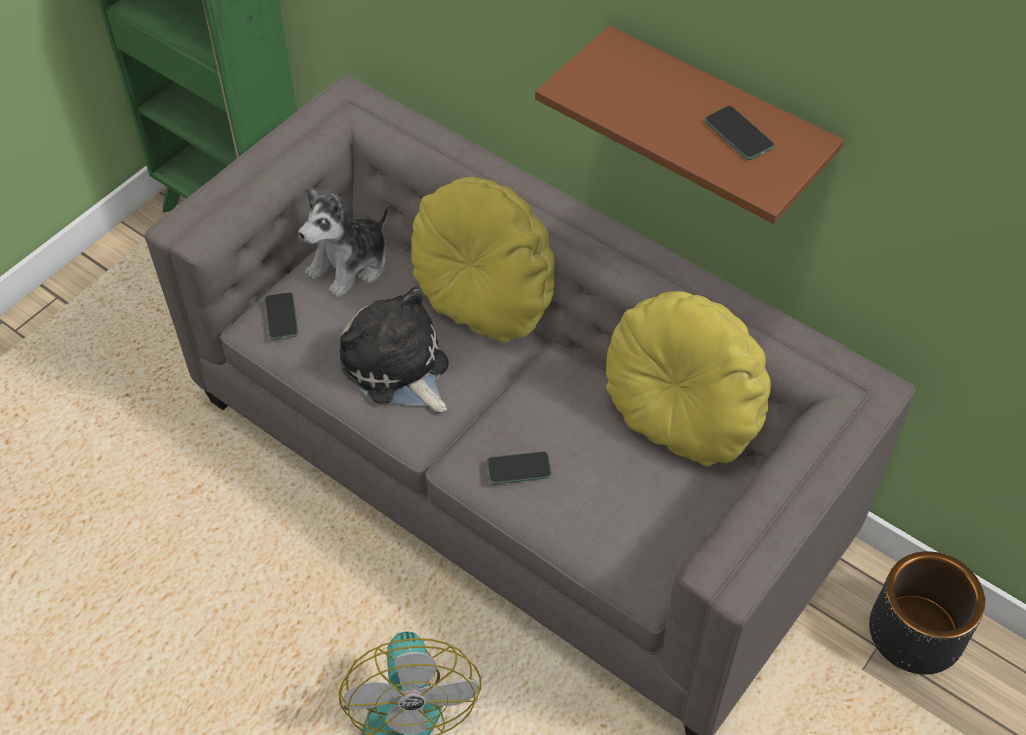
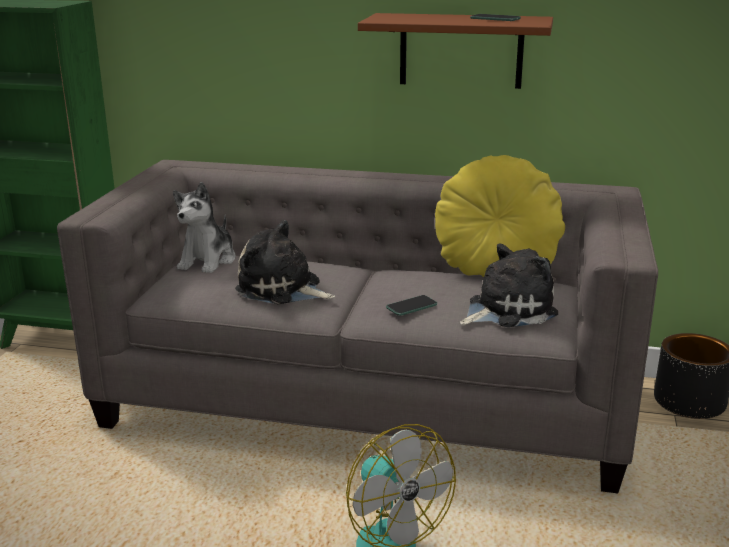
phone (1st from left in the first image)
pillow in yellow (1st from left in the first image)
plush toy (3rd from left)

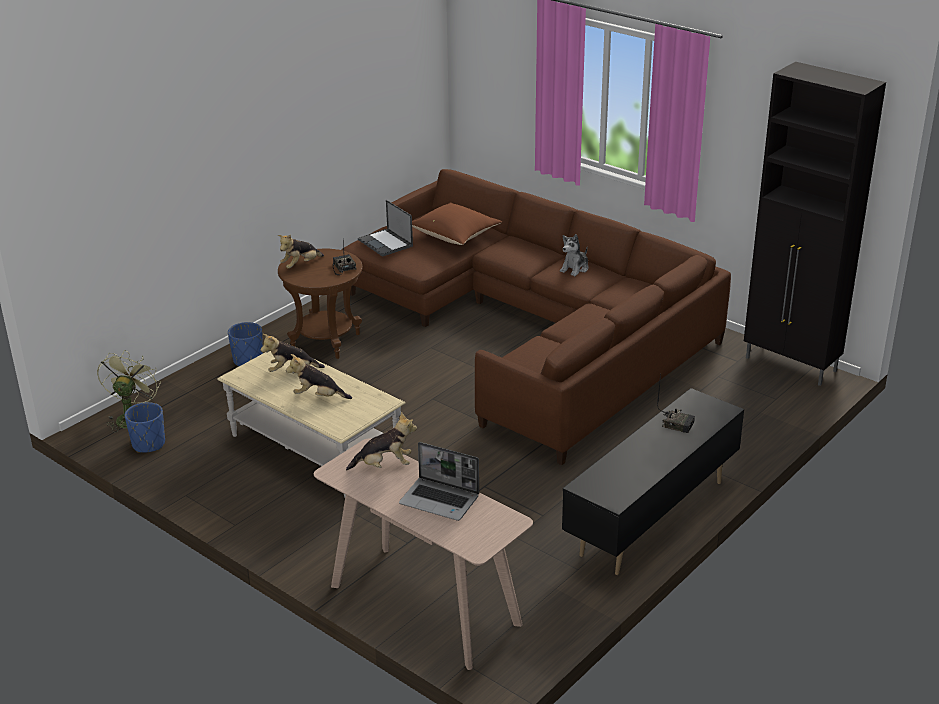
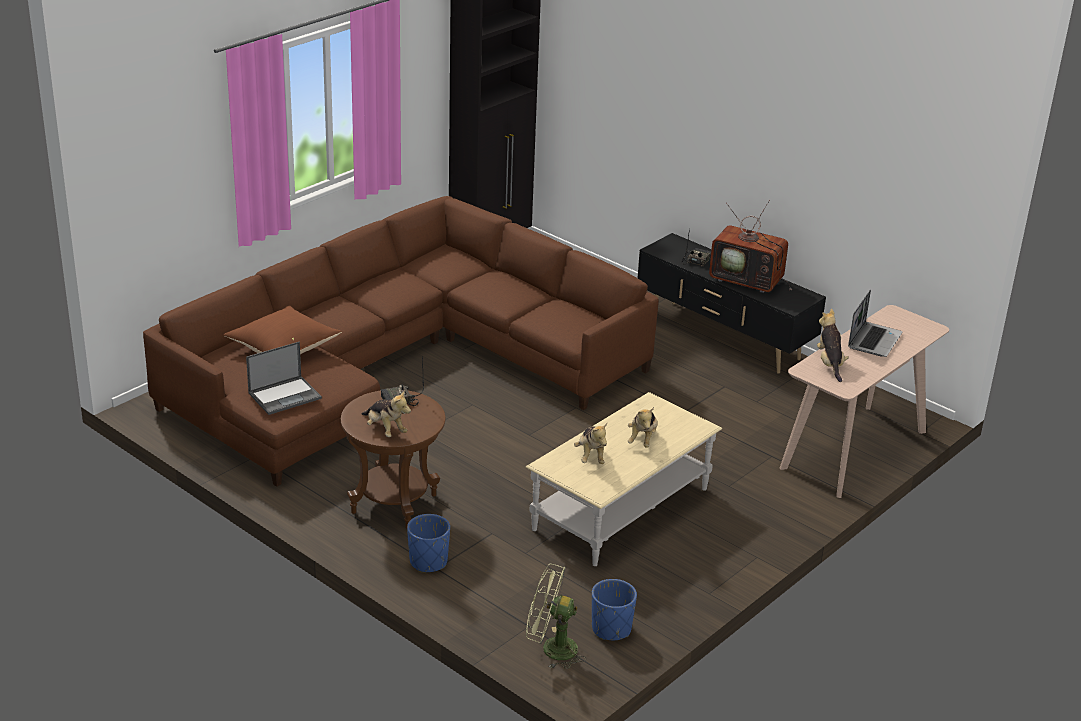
plush toy (5th from left in the first image)
television

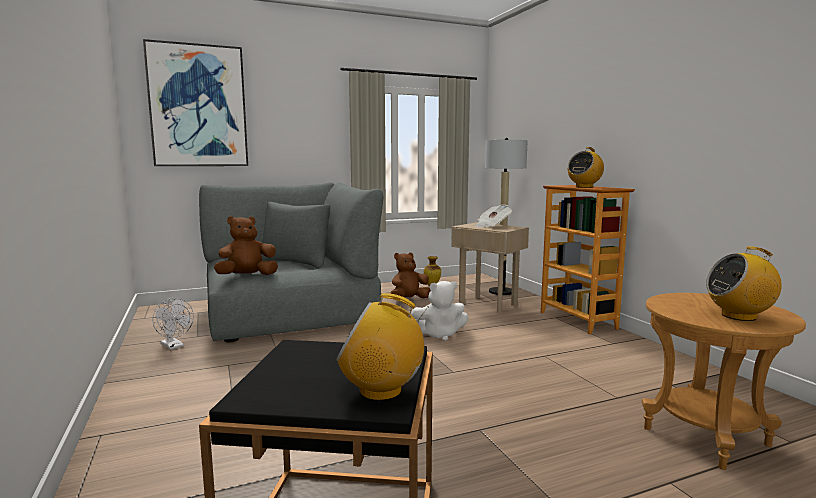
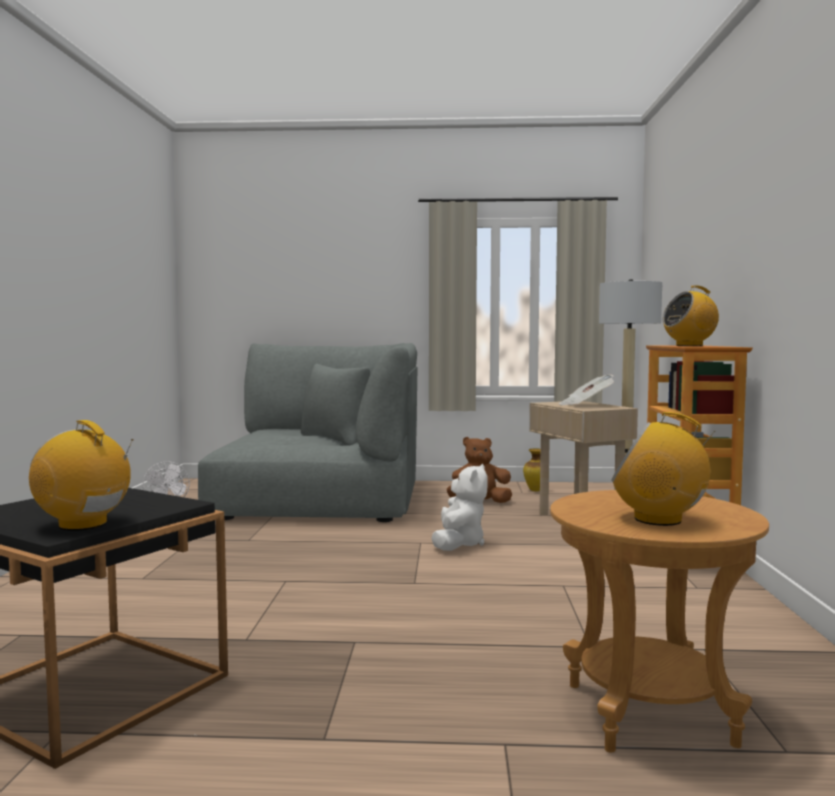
picture
plush toy in brown (1st from left in the first image)
plush toy in white

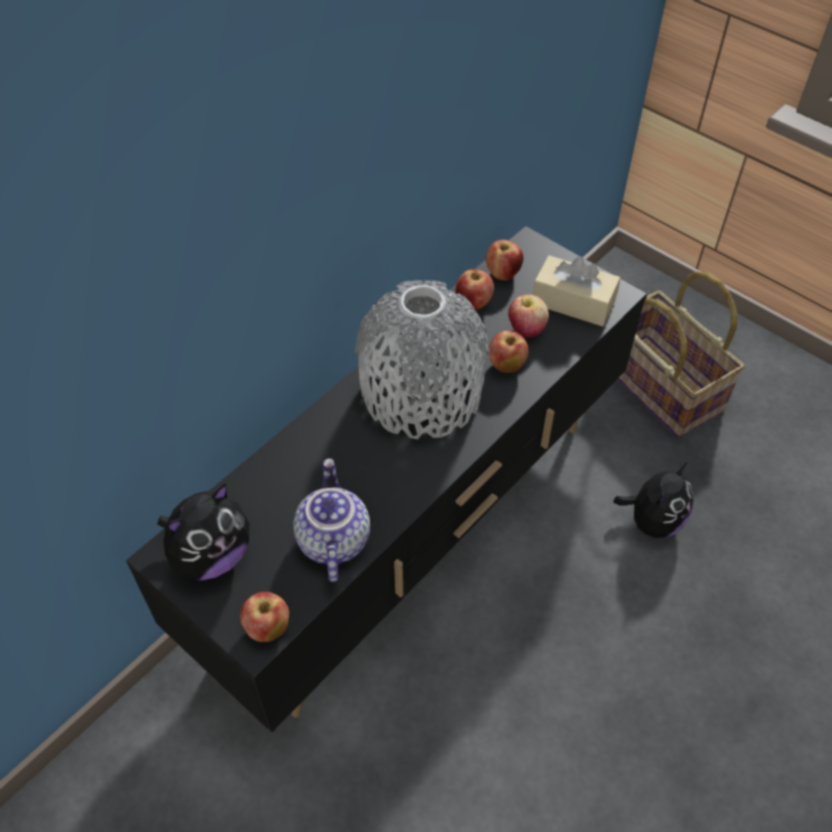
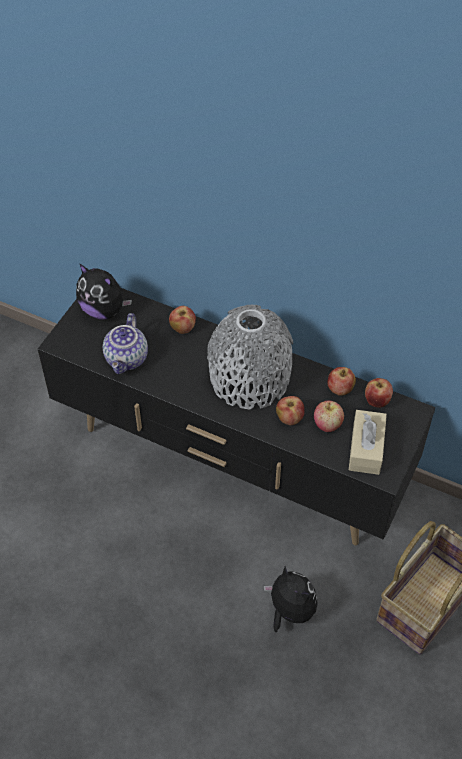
apple (1st from left)
teapot
plush toy (2nd from left)

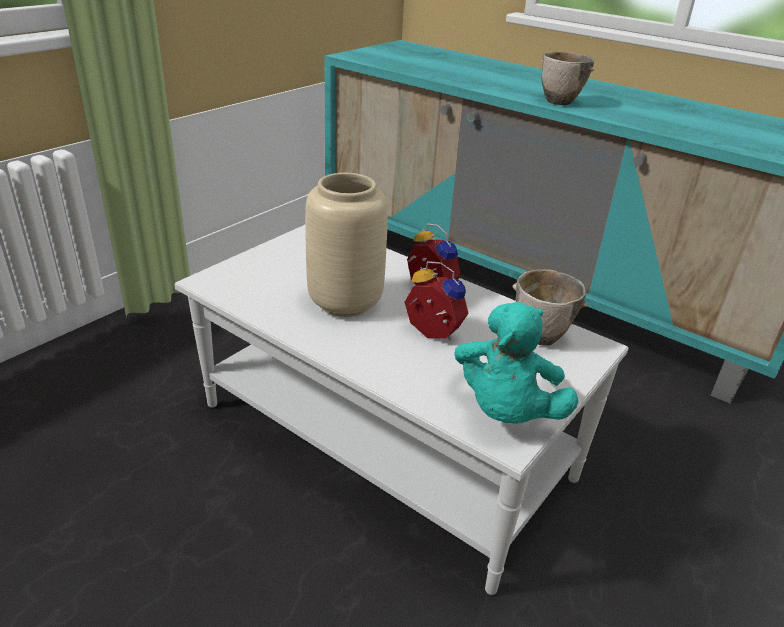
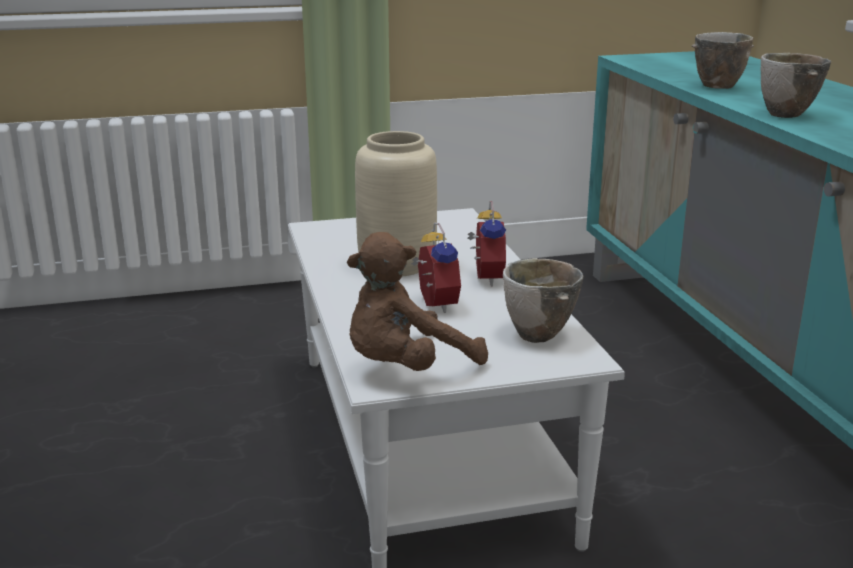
bowl (2nd from left)
plush toy in brown

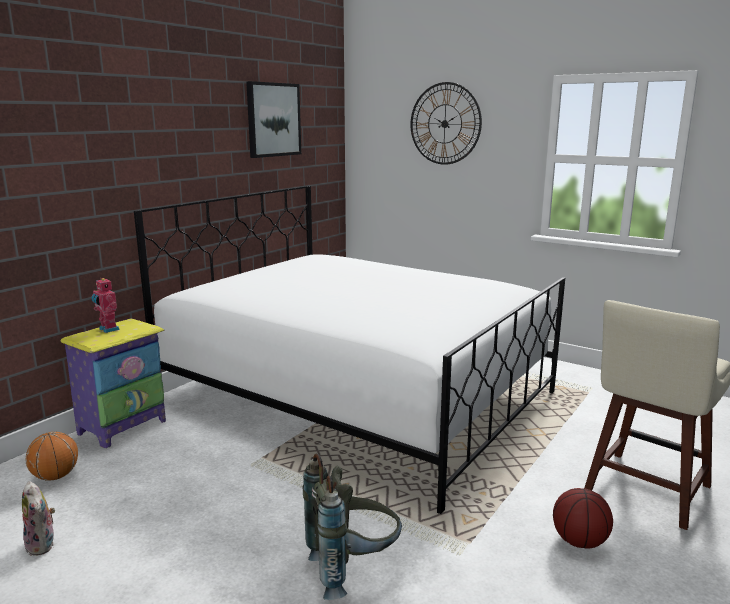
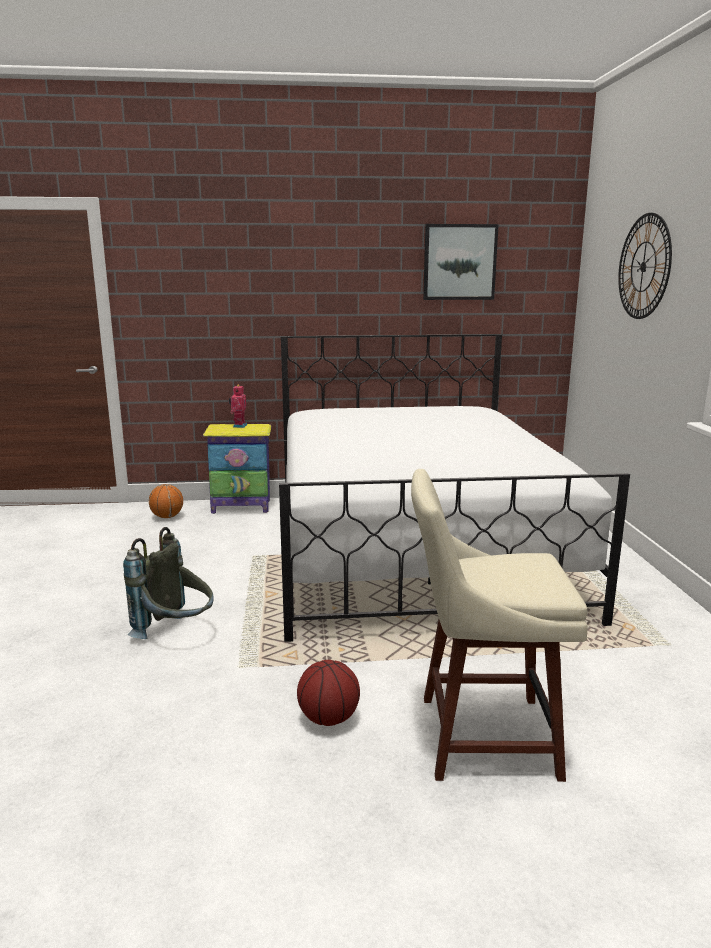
plush toy

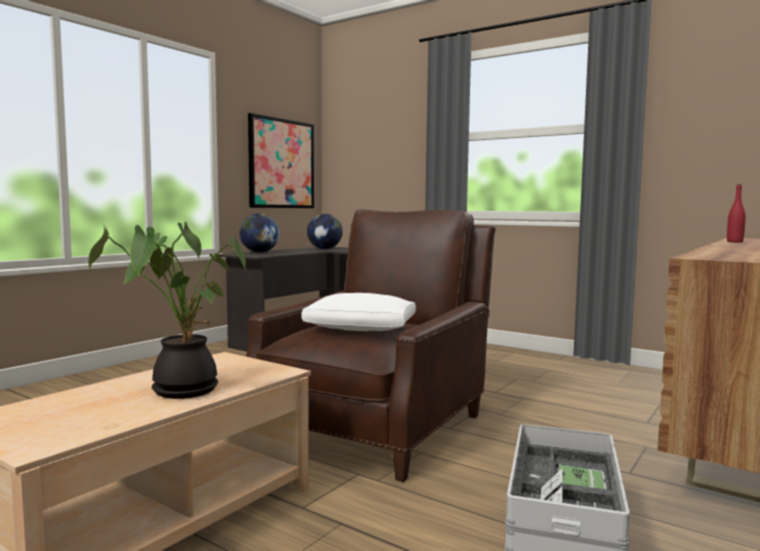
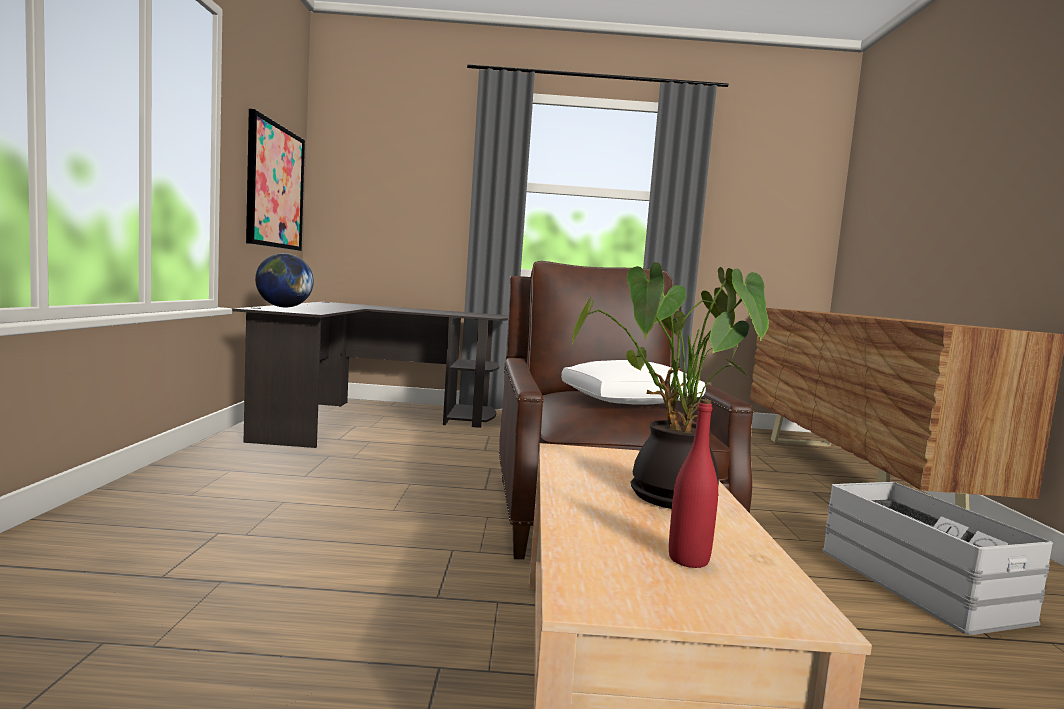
globe (2nd from left in the first image)
bottle in red

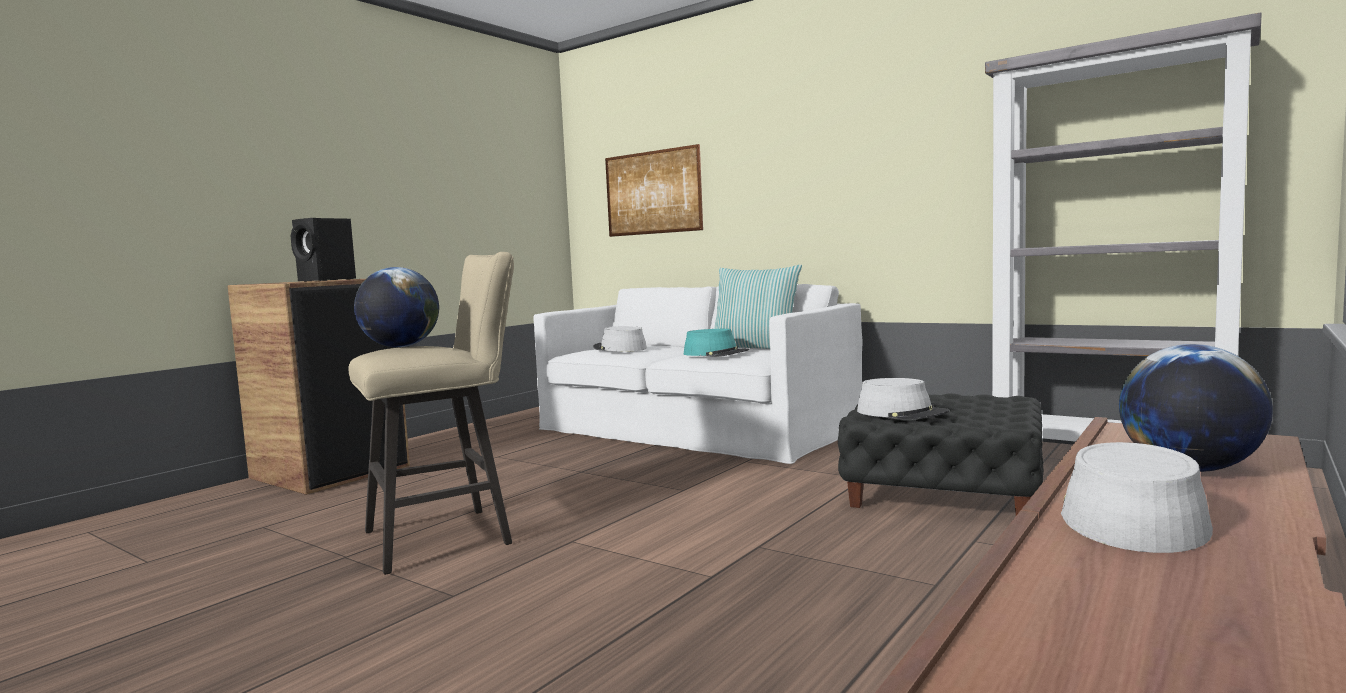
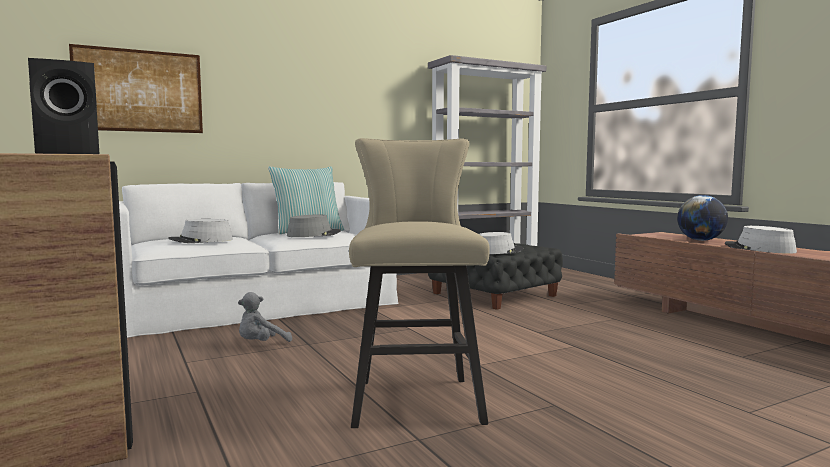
globe (1st from left in the first image)
plush toy in grey
hat in grey (2nd from left)

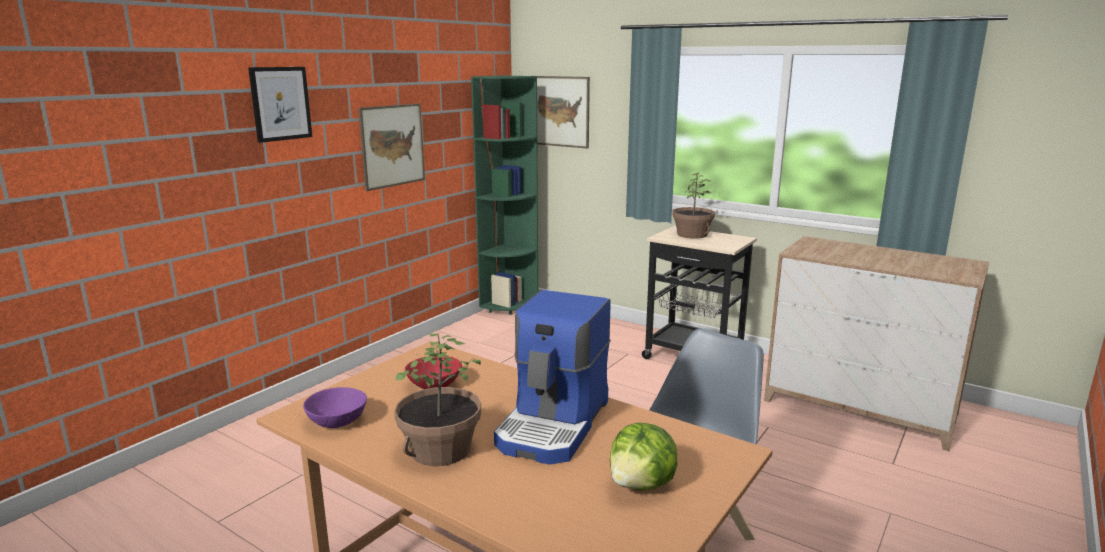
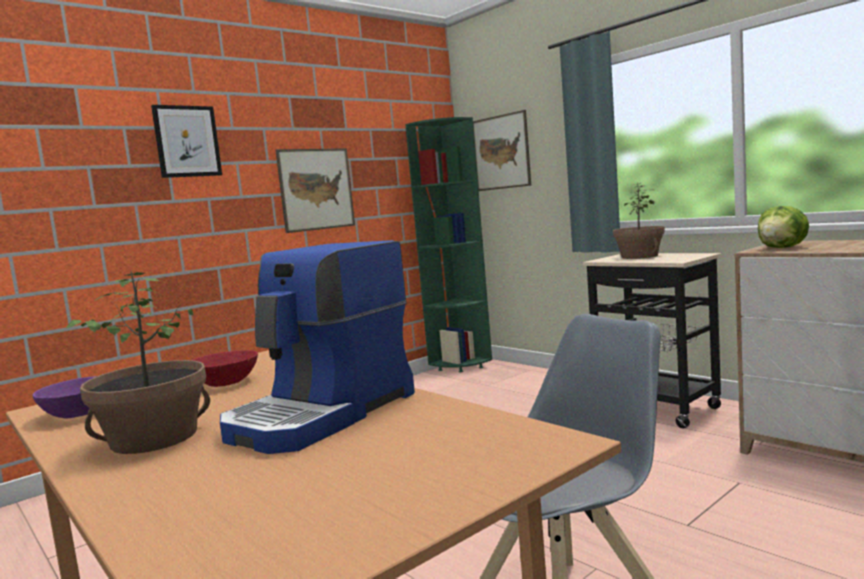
lettuce

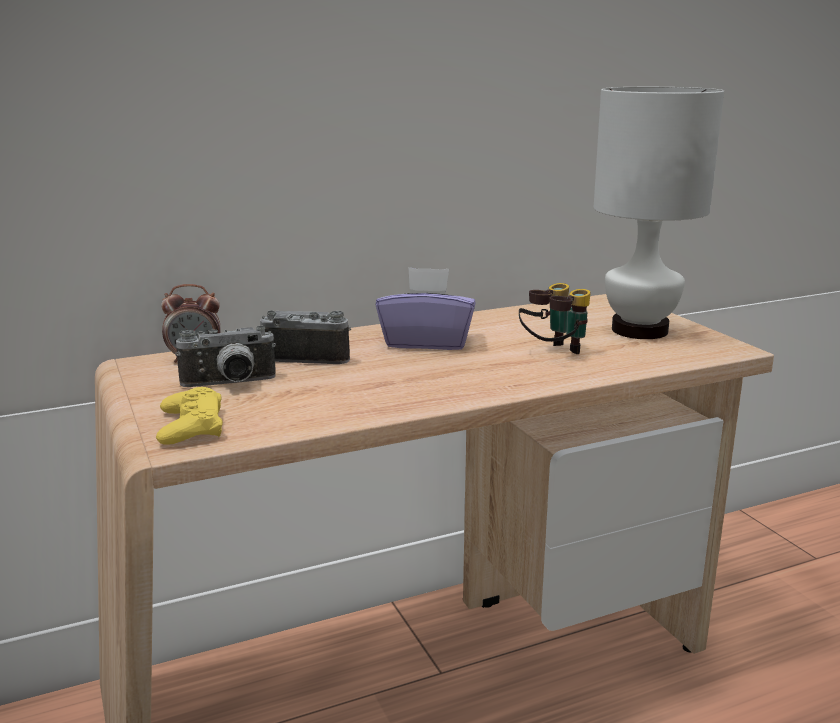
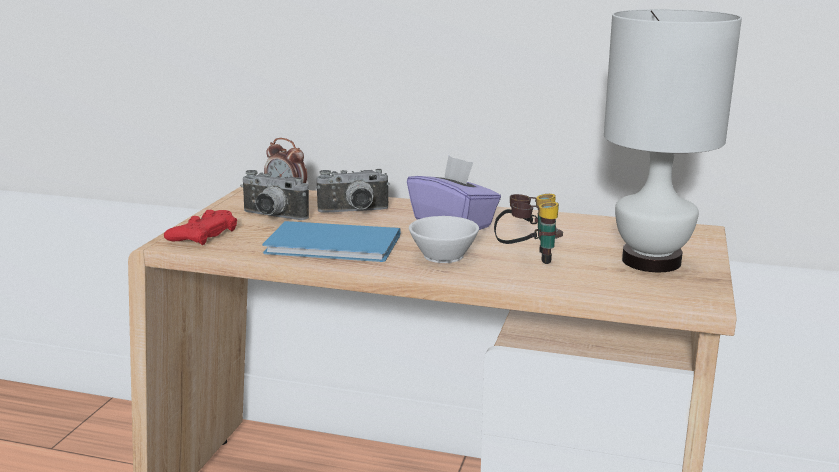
book in blue
cup in white
game controller in red
photo camera (2nd from left)

